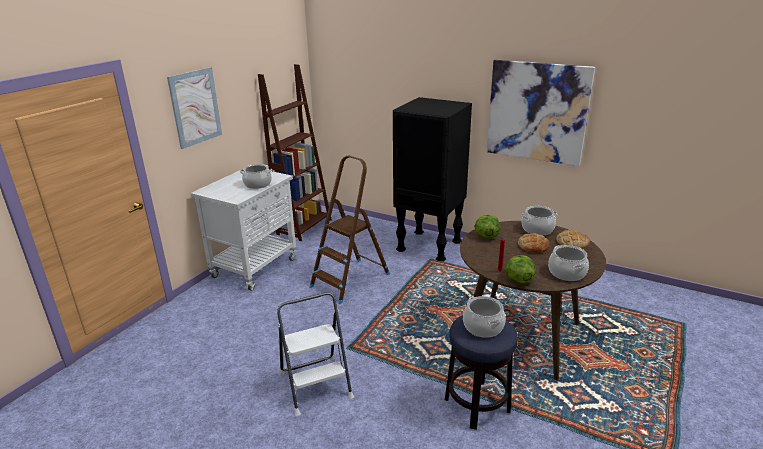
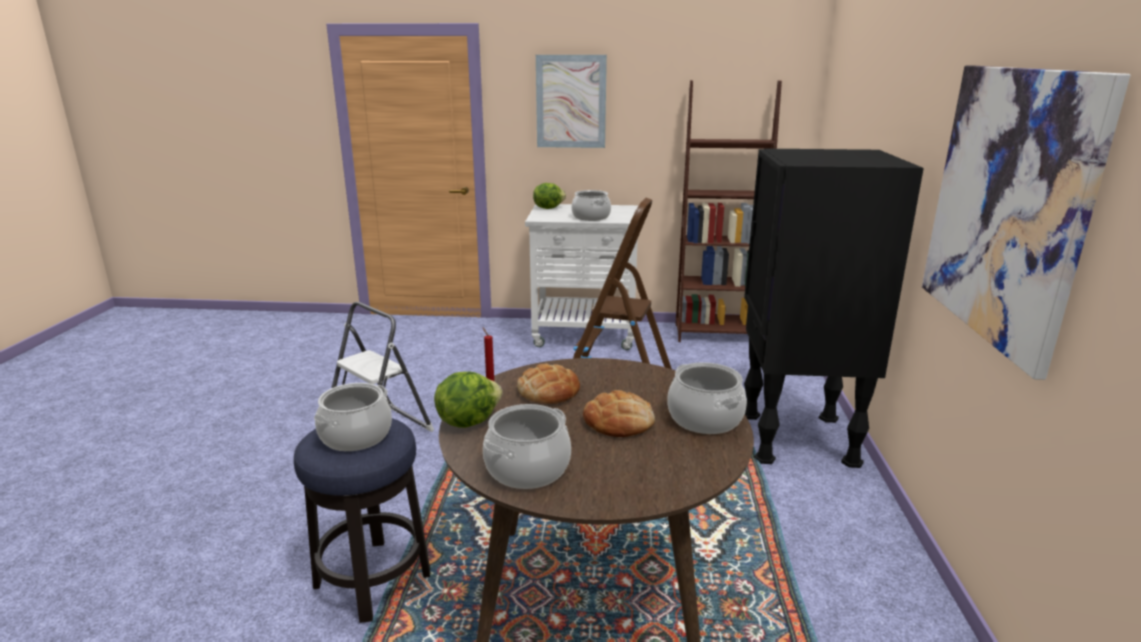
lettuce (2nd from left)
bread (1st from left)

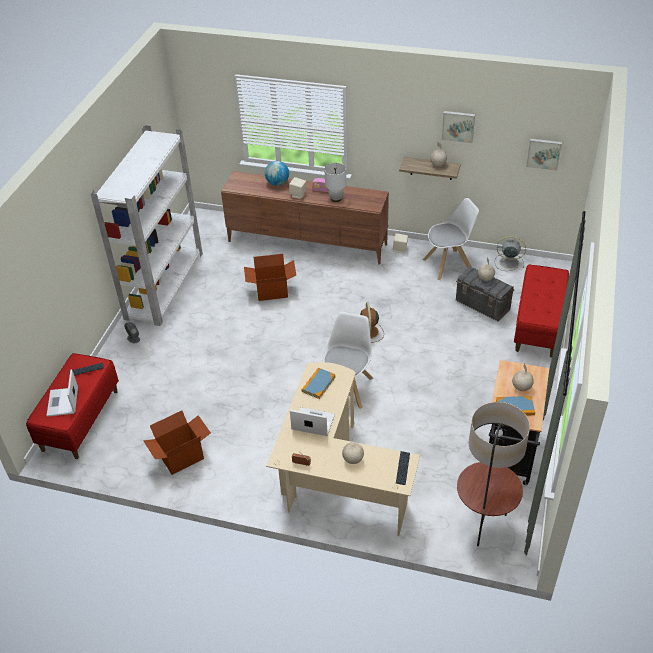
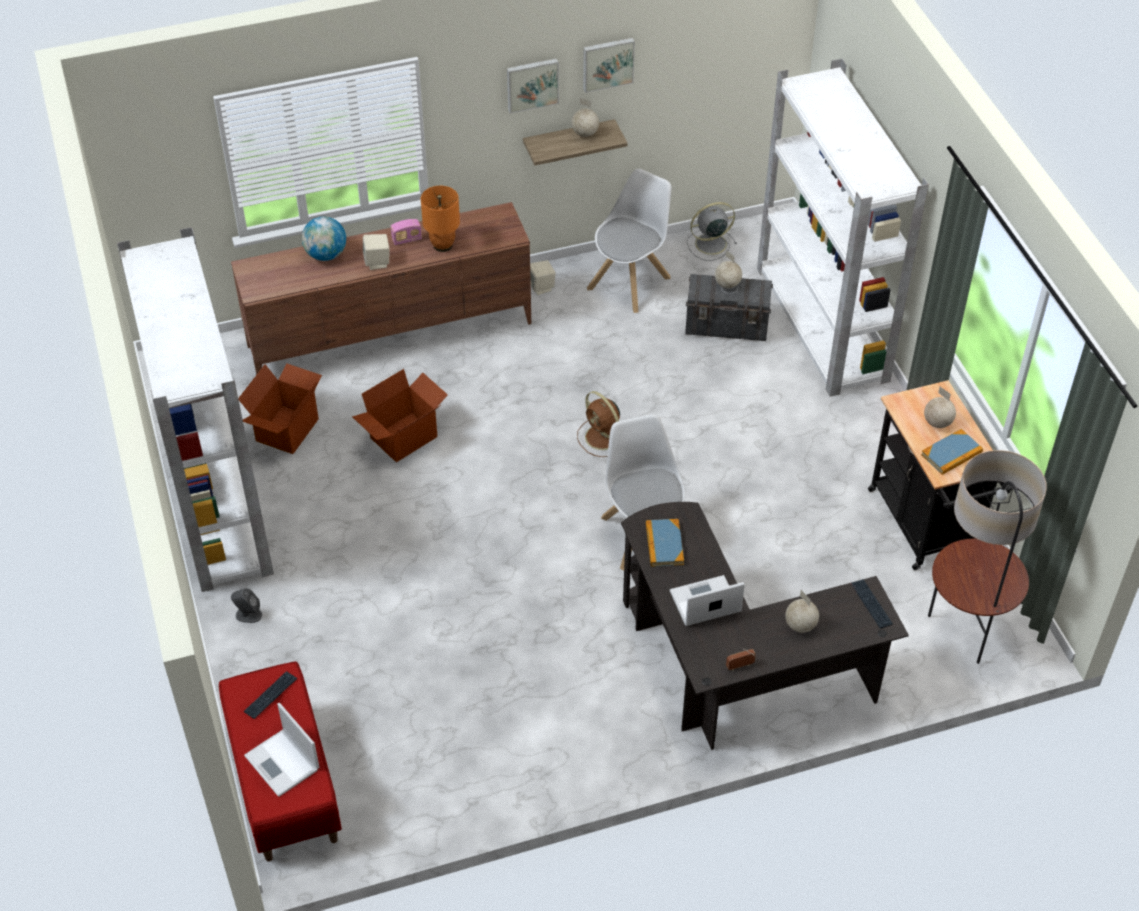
cardboard box (1st from left)
picture (1st from left)
bookcase in white (2nd from left)
desk in black
table lamp in orange

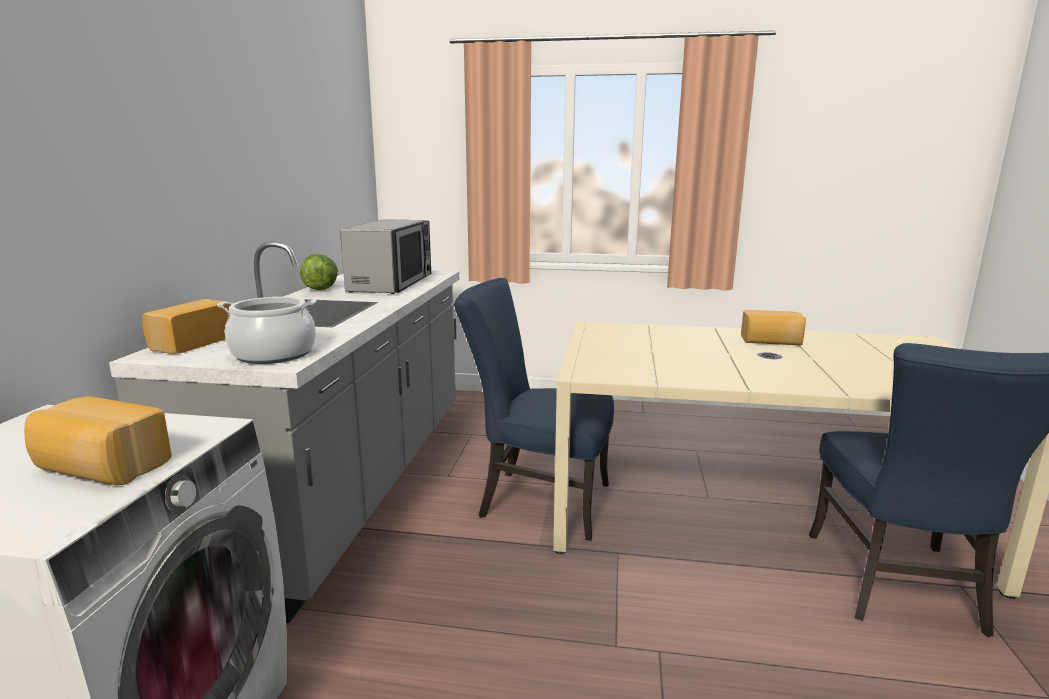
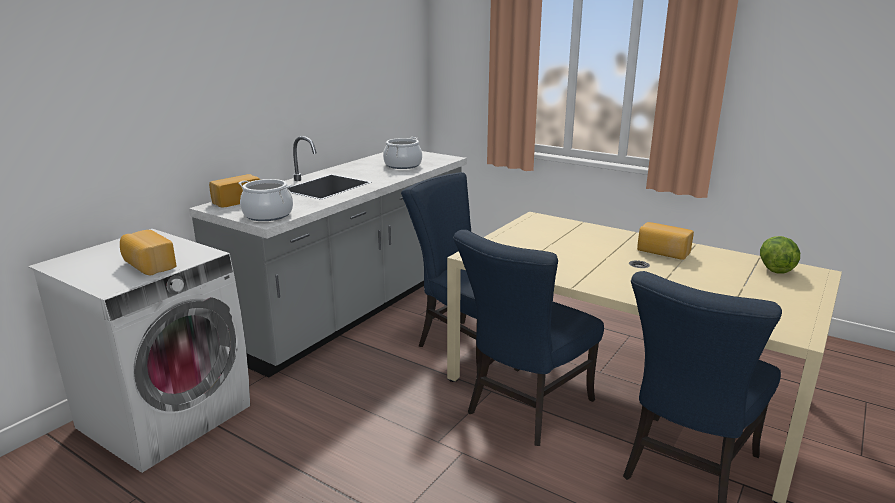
chair in blue (2nd from left)
lettuce
cooking pot (2nd from left)

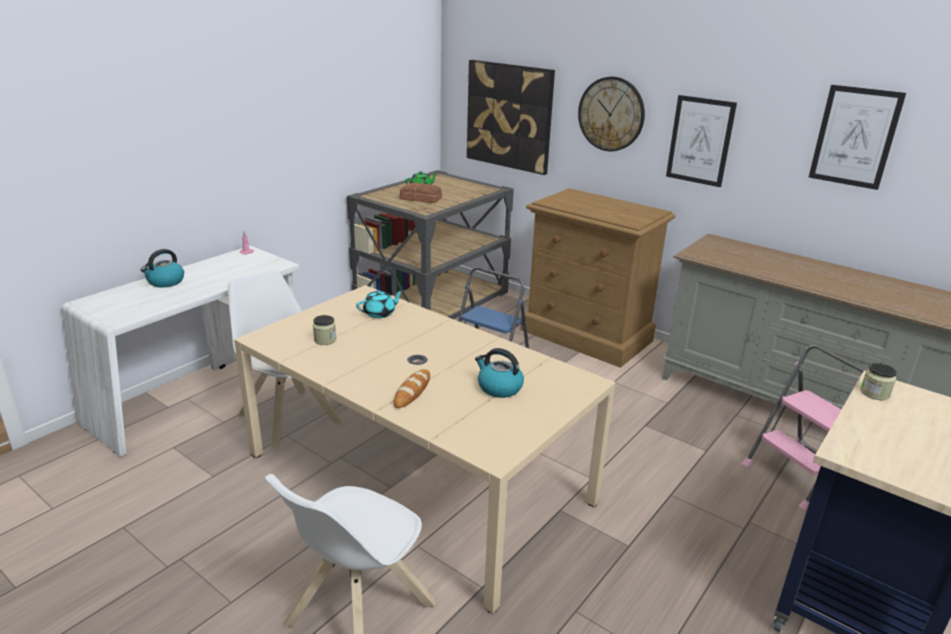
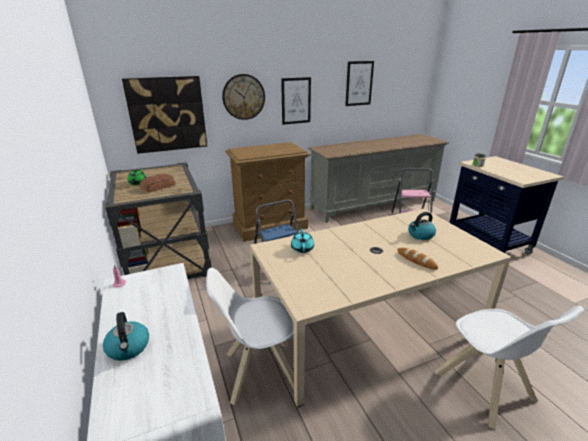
jar (1st from left in the first image)

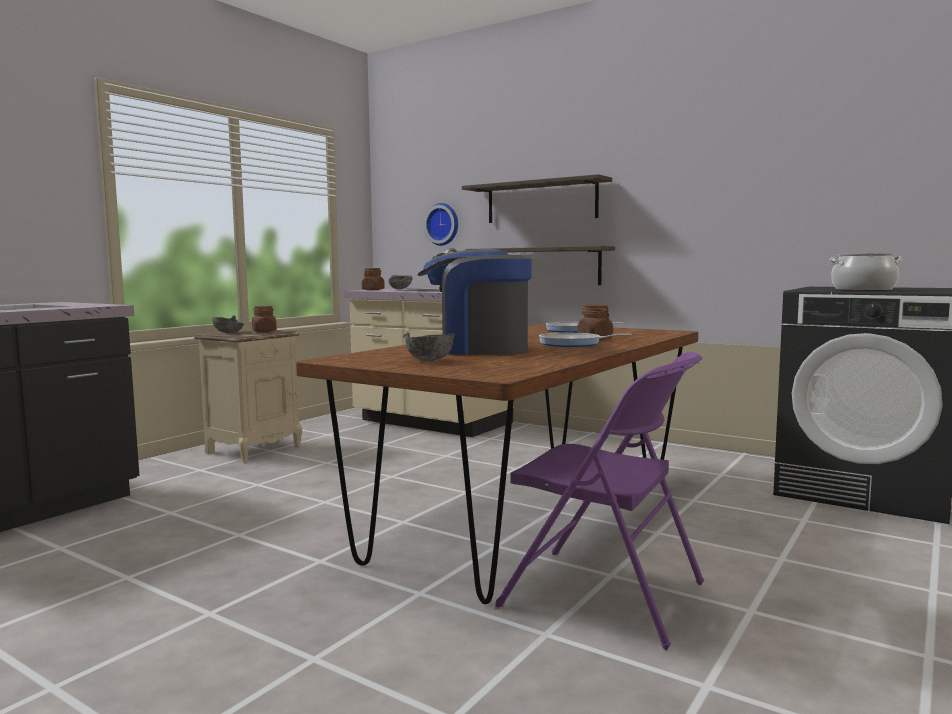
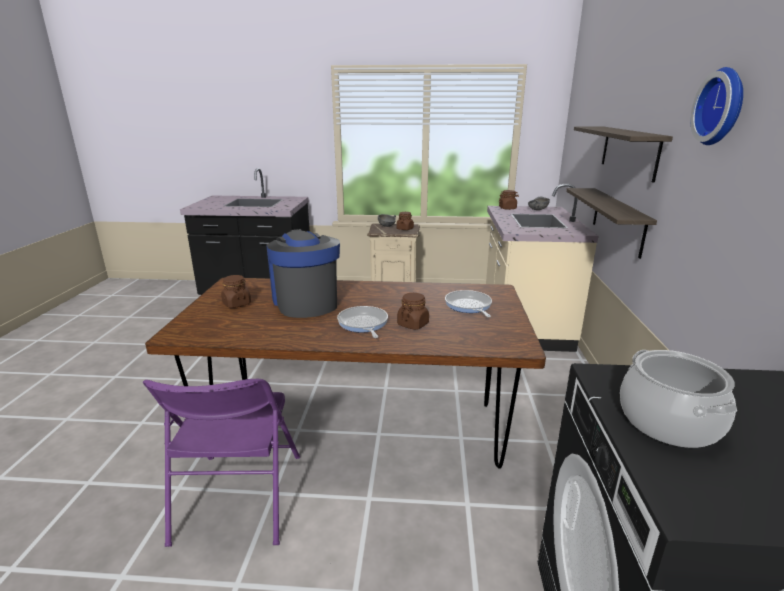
wall clock
jar in brown (1st from left)

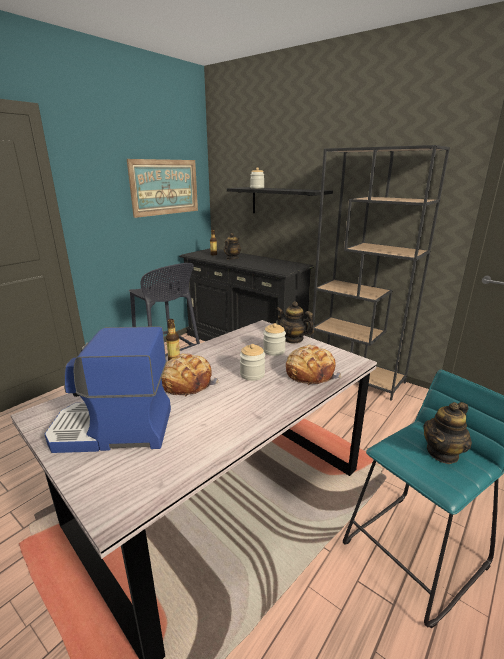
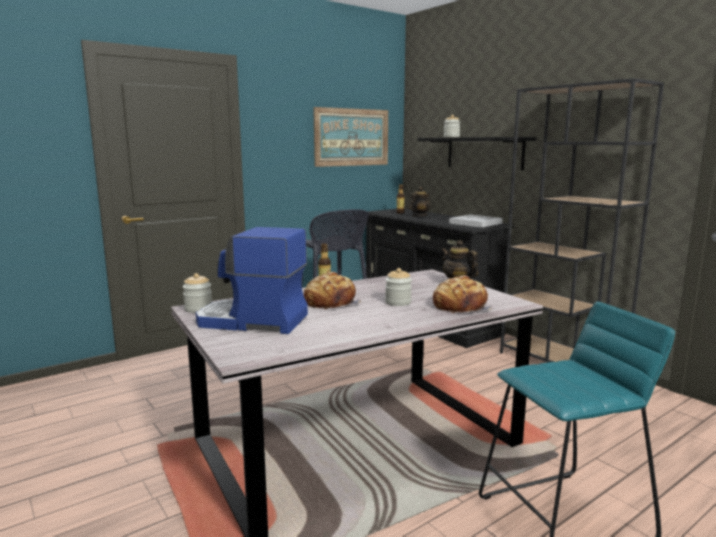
teapot (3rd from left in the first image)
tray in white
jar (1st from left)

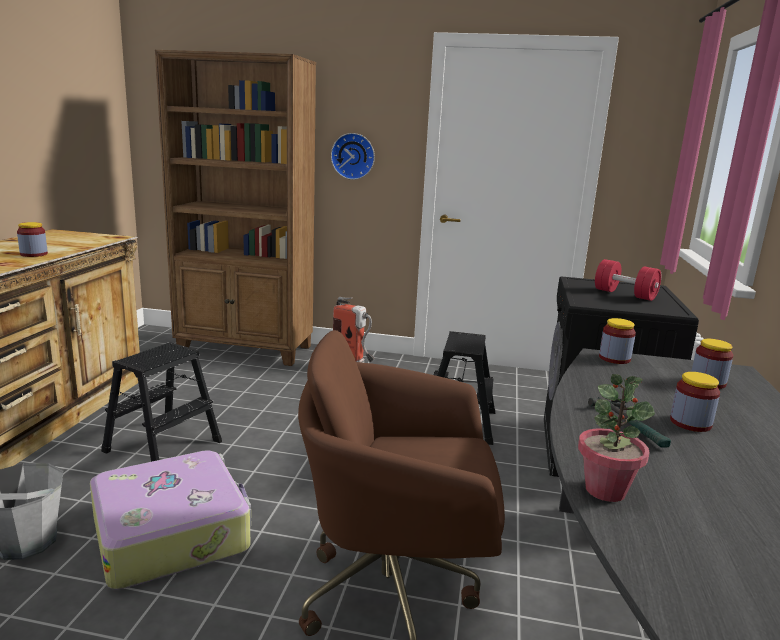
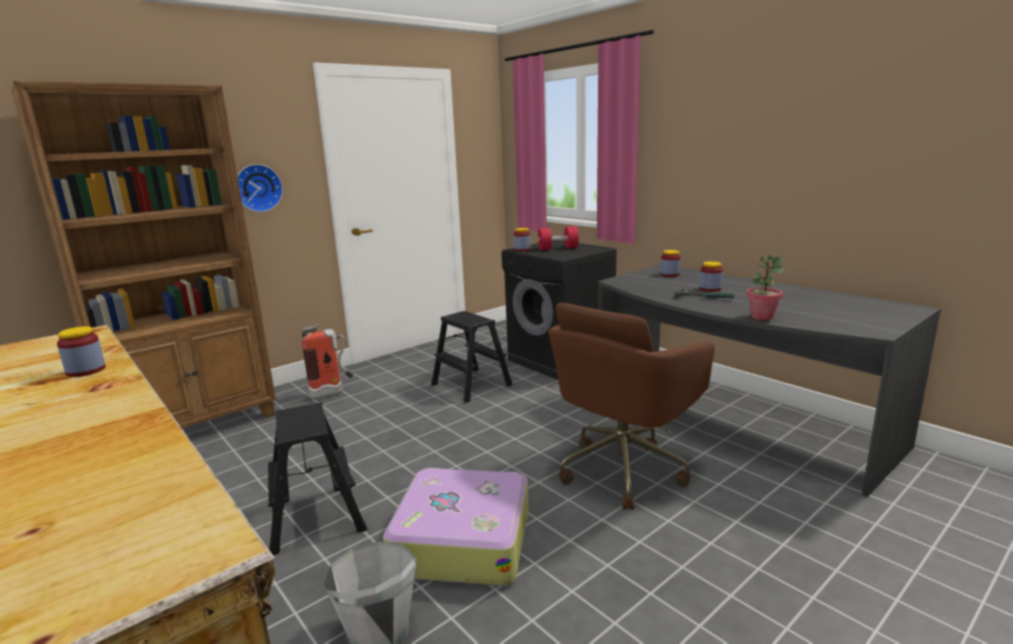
jar (2nd from left)

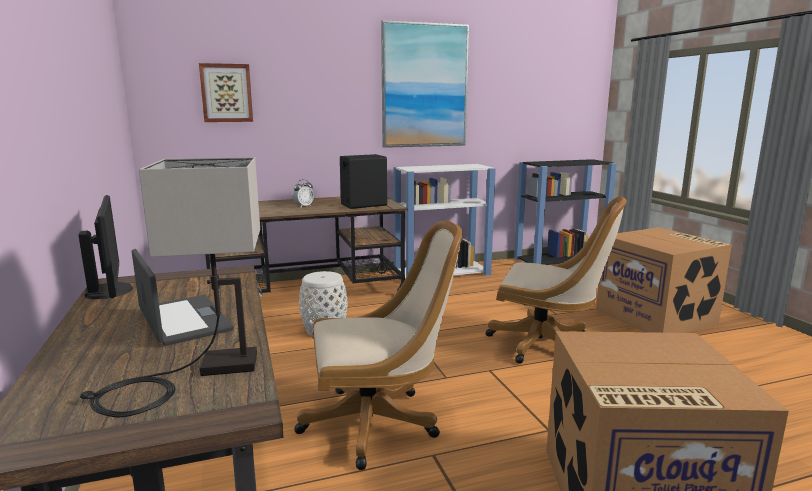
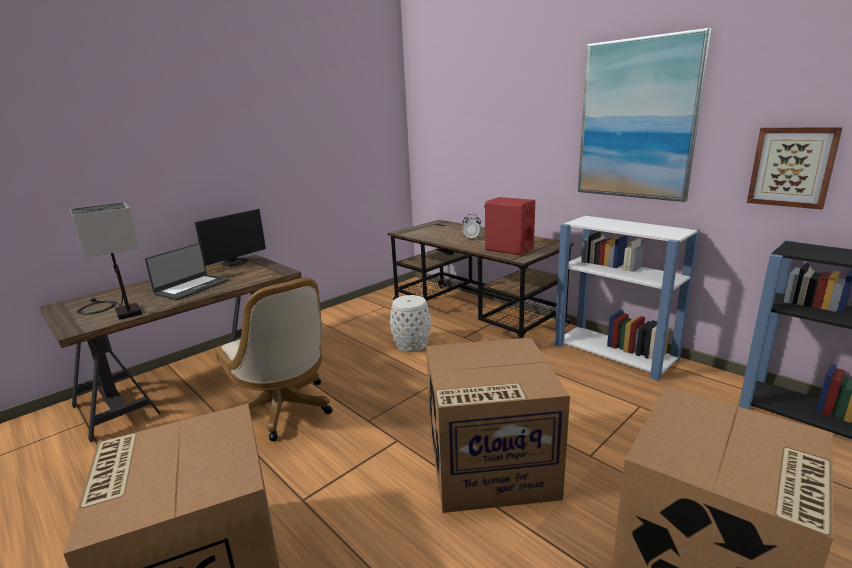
picture (2nd from left)
cardboard box (2nd from left)
speaker in red

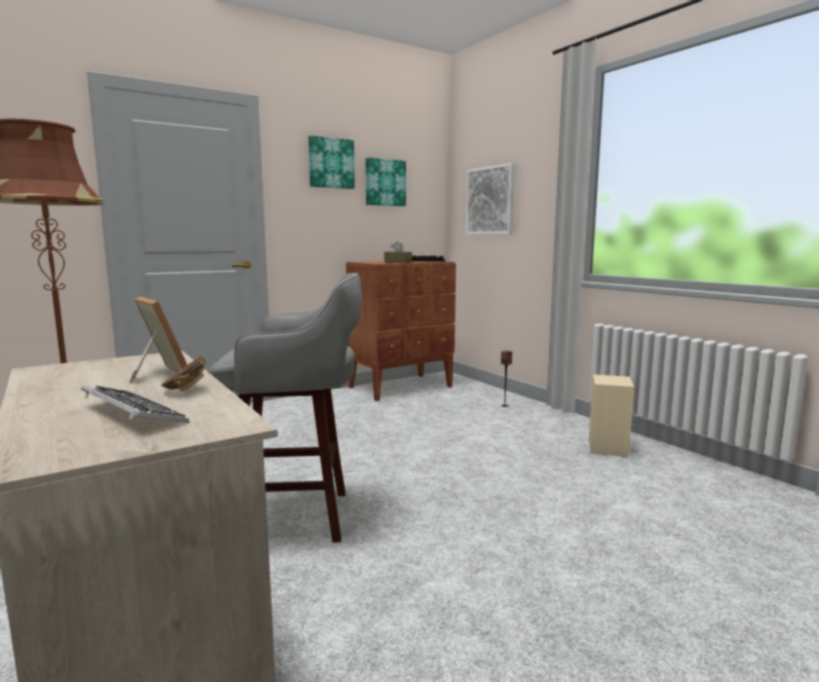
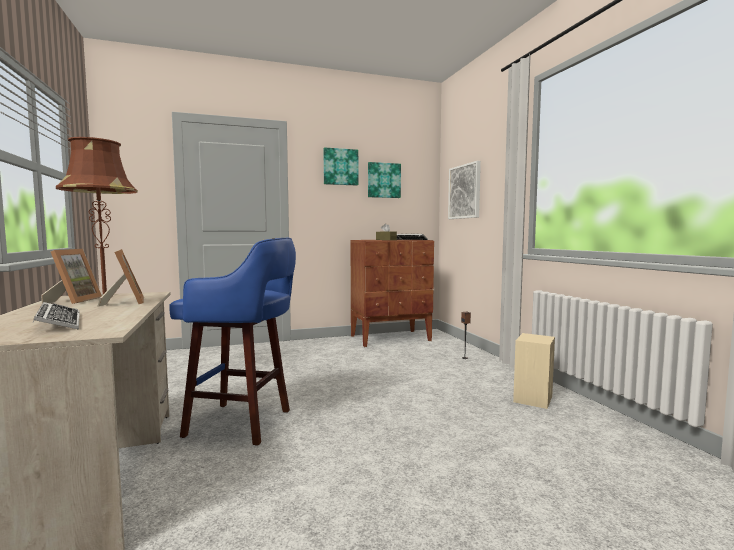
bowl
picture frame (1st from left)
stool in blue

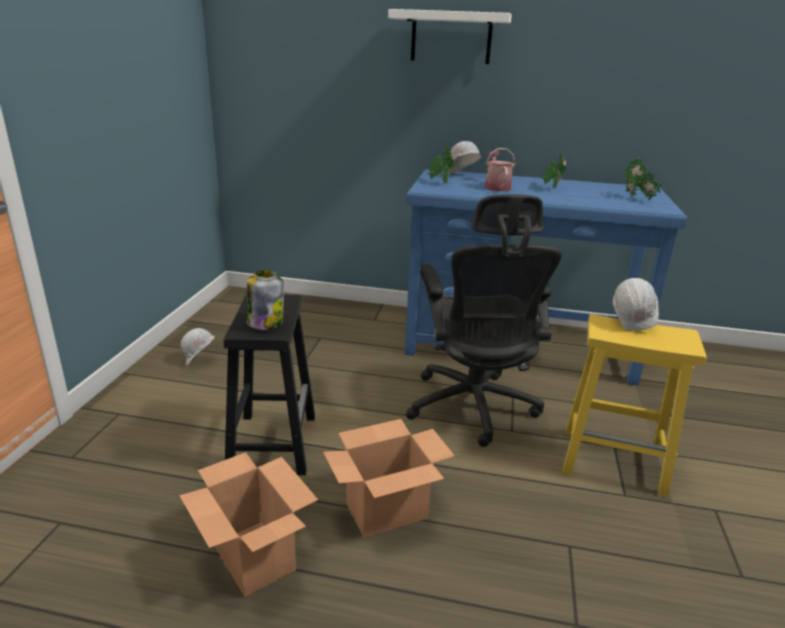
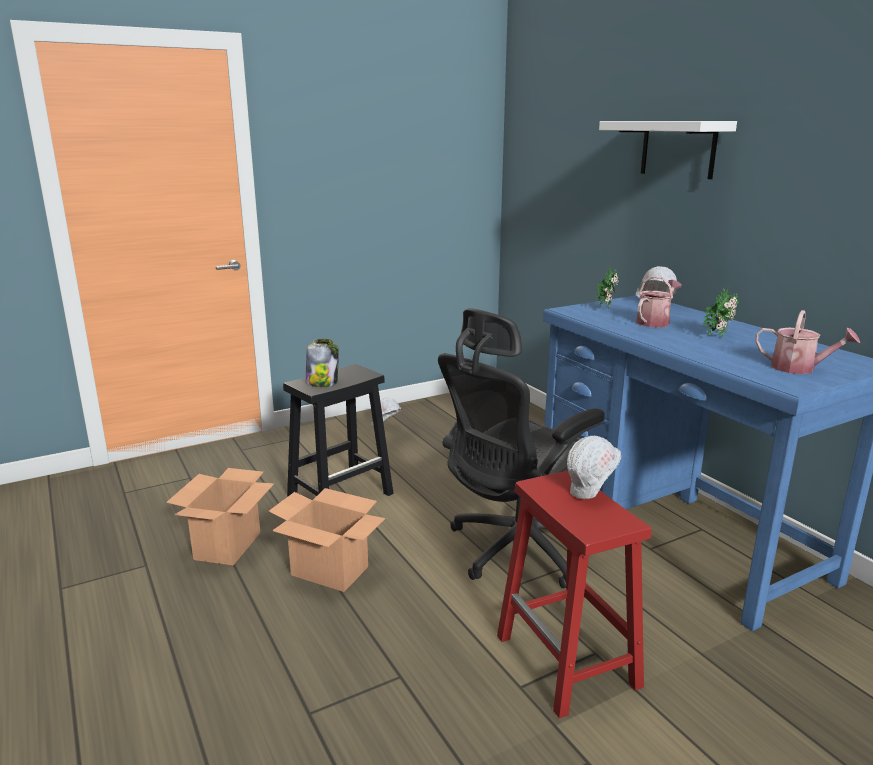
watering can (2nd from left)
stool in red

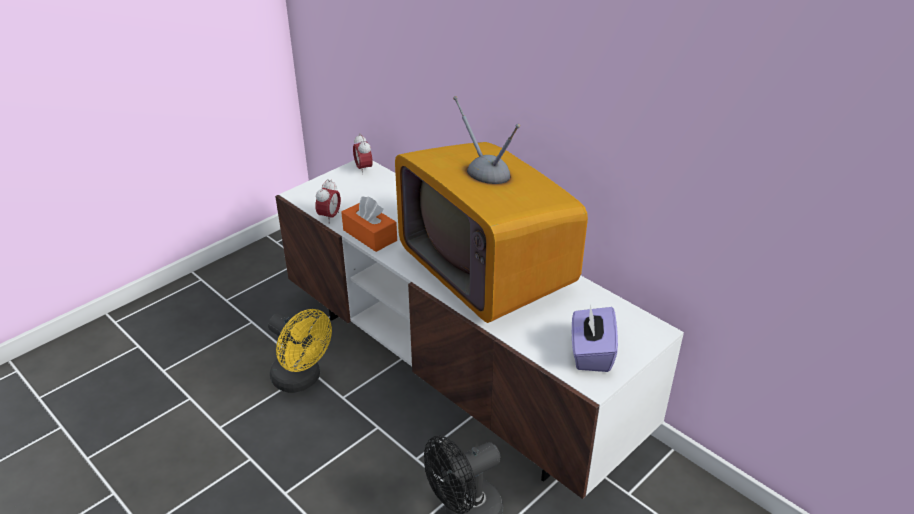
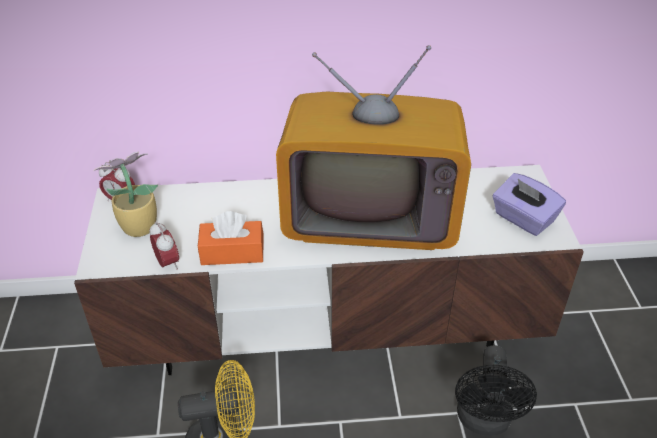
potted plant

